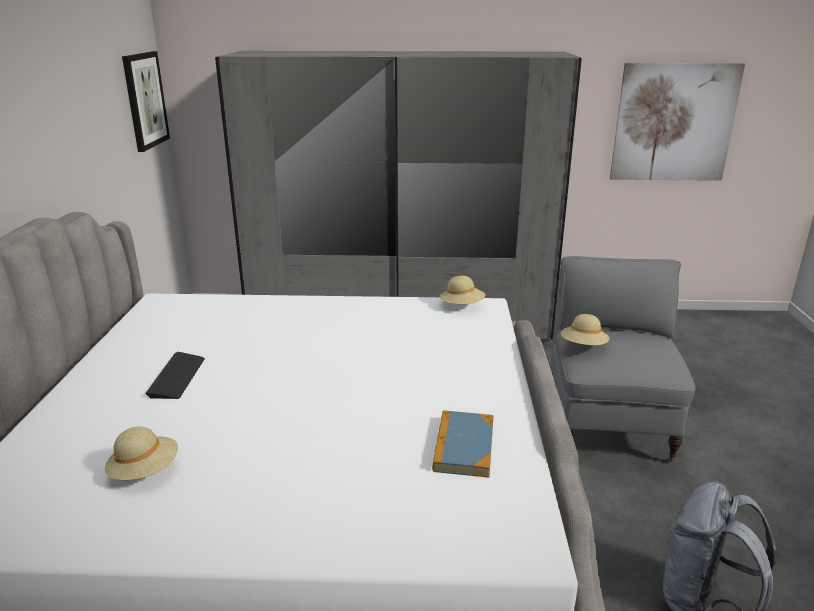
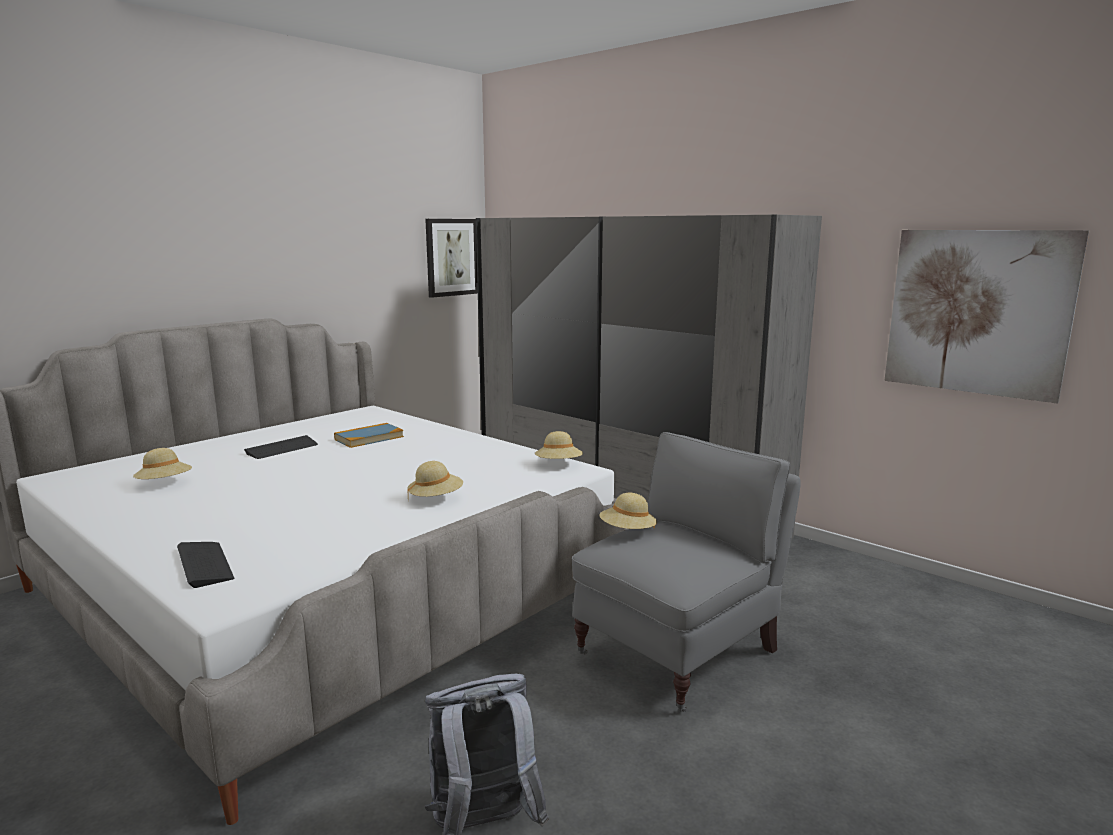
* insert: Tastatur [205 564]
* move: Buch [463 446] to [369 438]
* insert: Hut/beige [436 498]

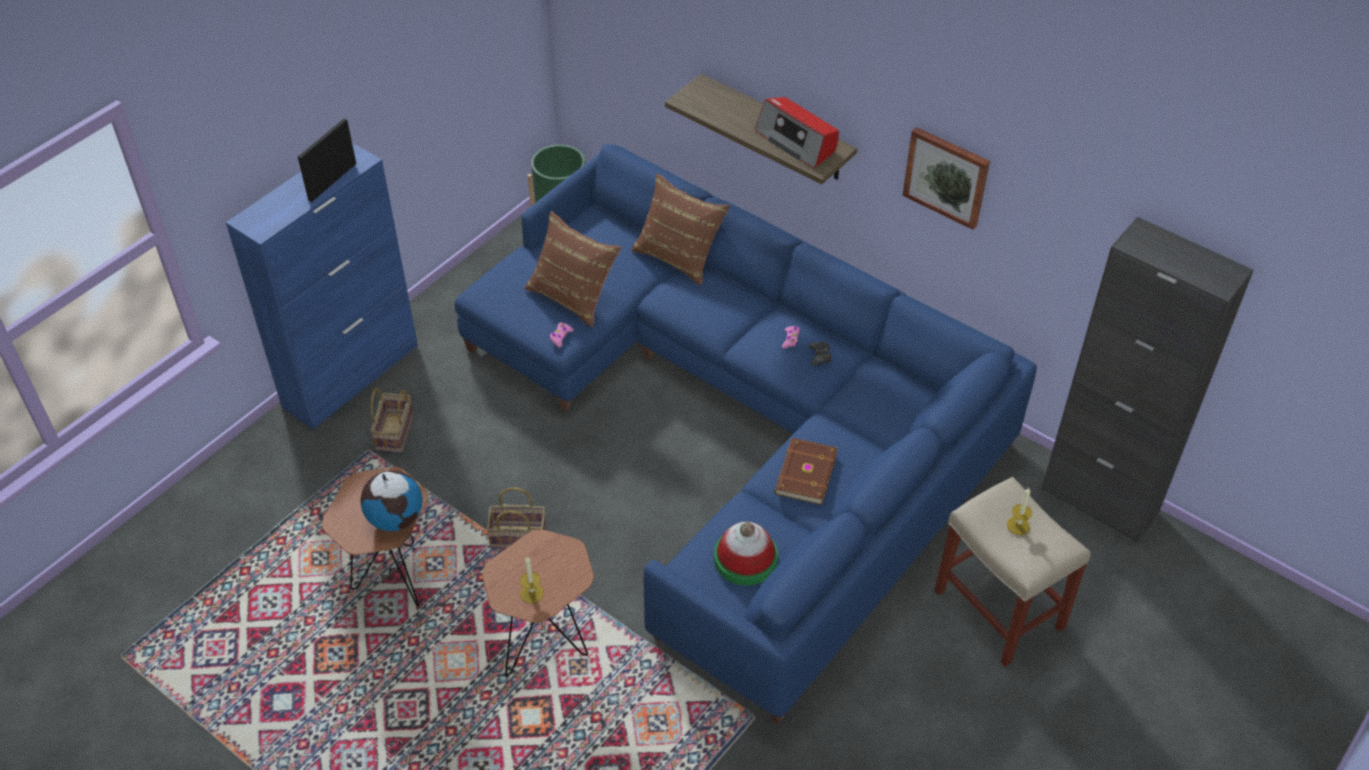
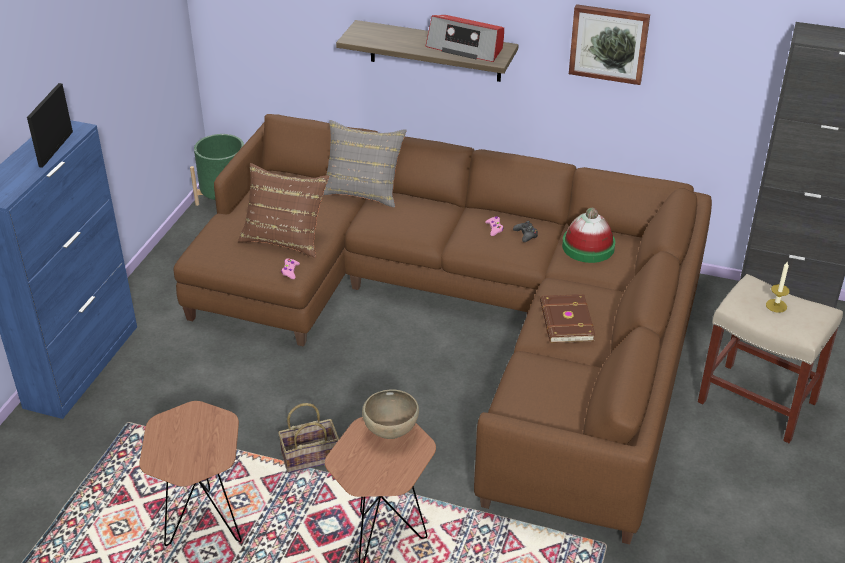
* recolor: Sofa/blau [744 423] to Sofa/braun [467 318]
* recolor: Kissen/braun [679 255] to Kissen/grau [363 190]
* insert: Schüssel/braun [391 432]
* move: Hut [745 559] to [588 247]
* delete: Globus [396 518]
* delete: Korb [395 434]
* delete: Kerze [532 593]

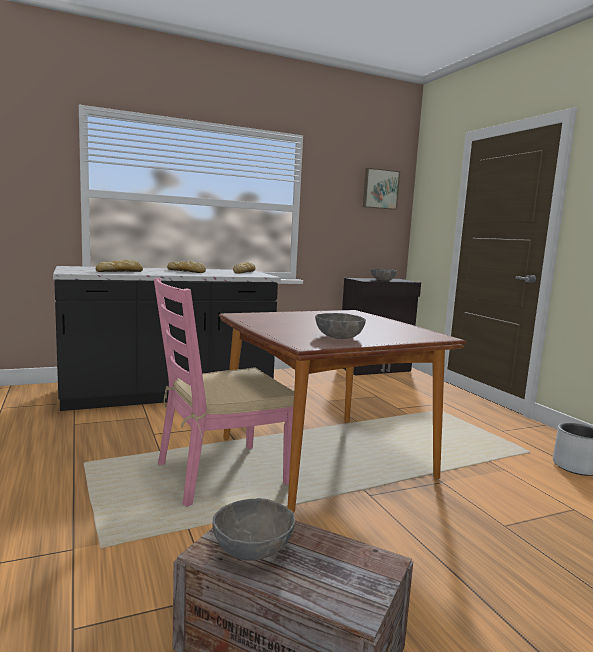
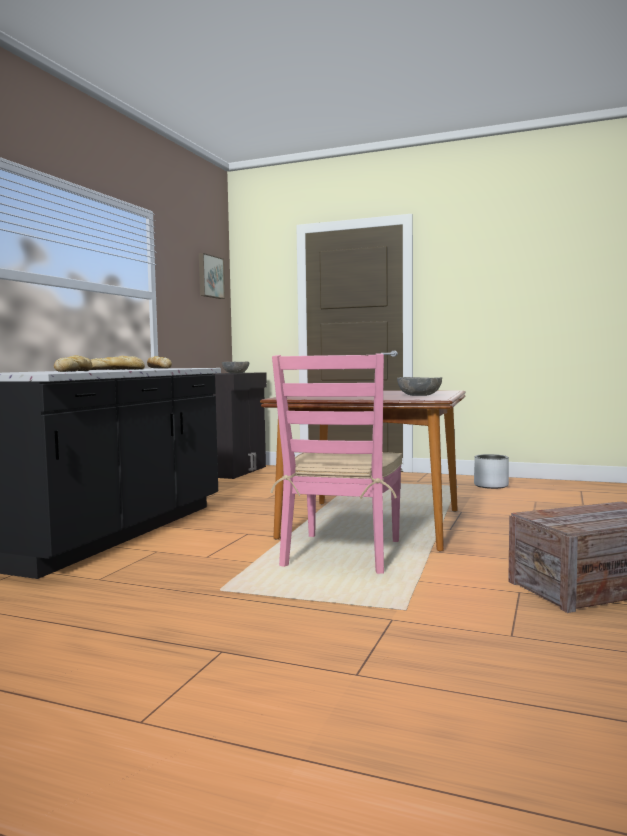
* delete: Schüssel/grau [253 548]

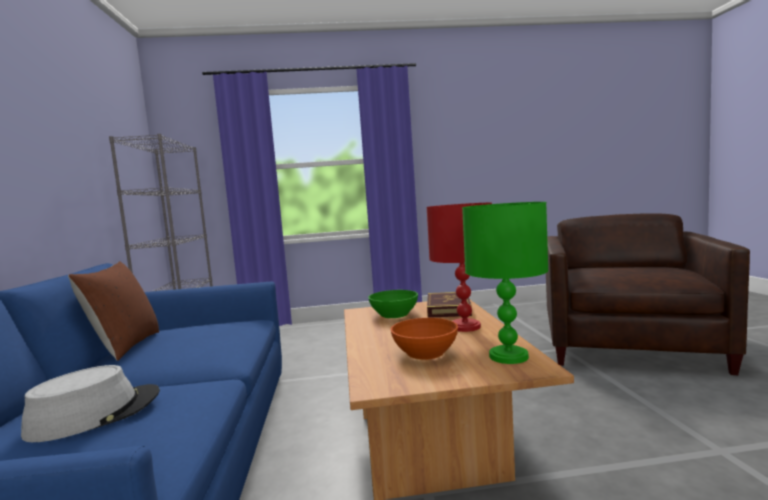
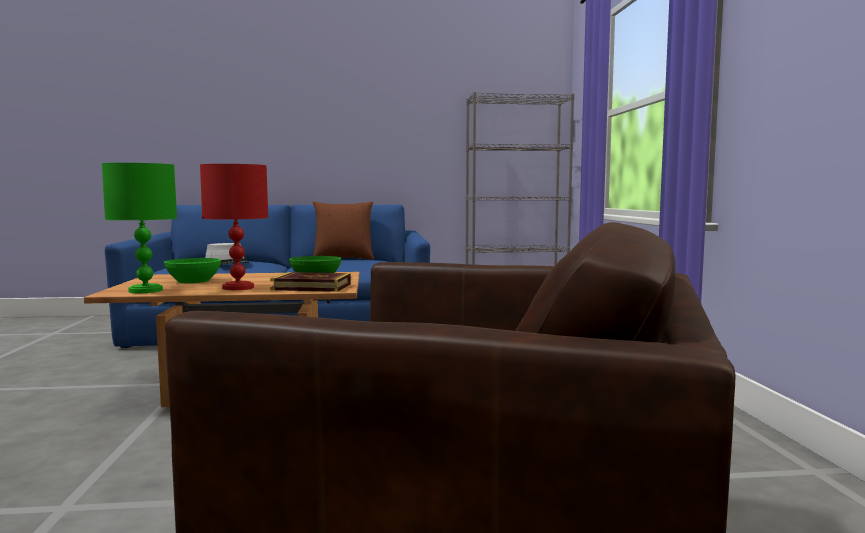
* recolor: Schüssel/orange [425 352] to Schüssel/grün [194 281]

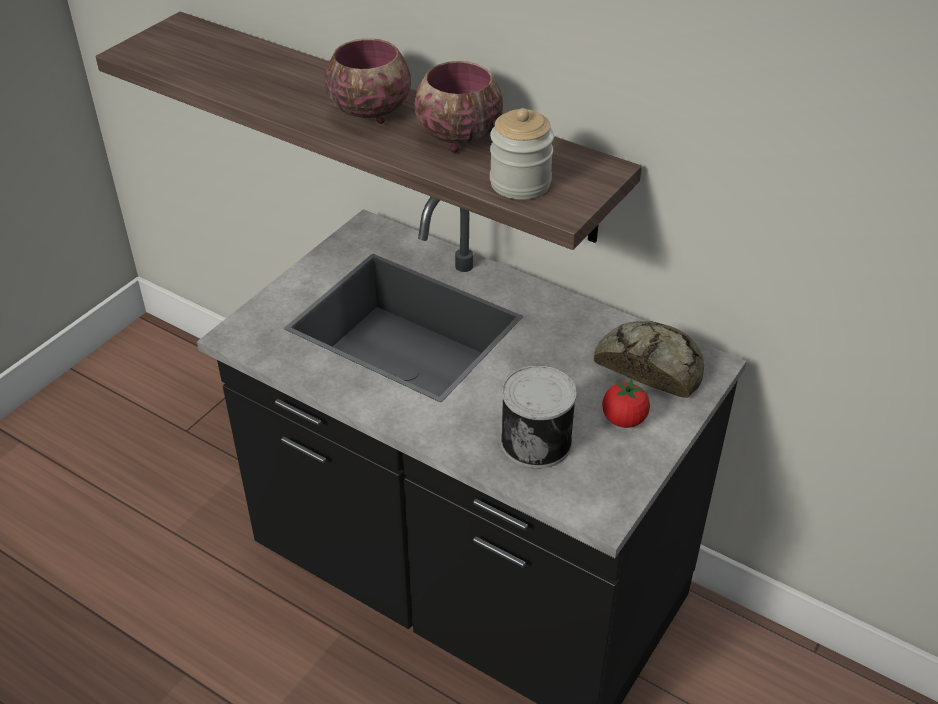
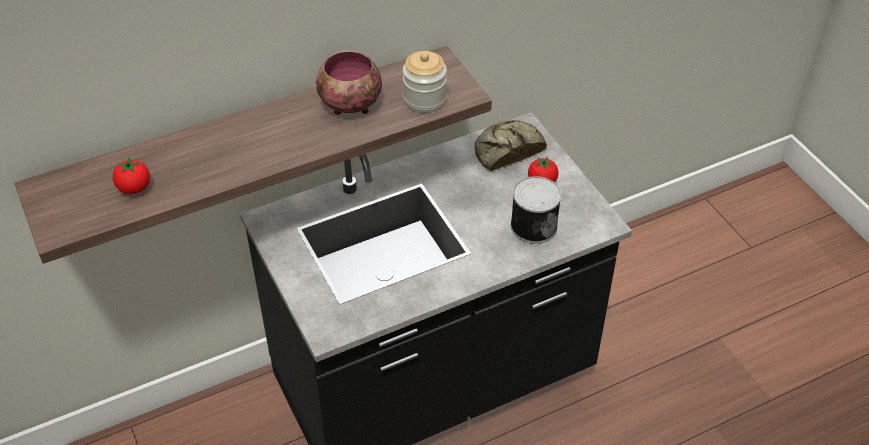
* insert: Tomate [134 188]
* delete: Schüssel [370 112]

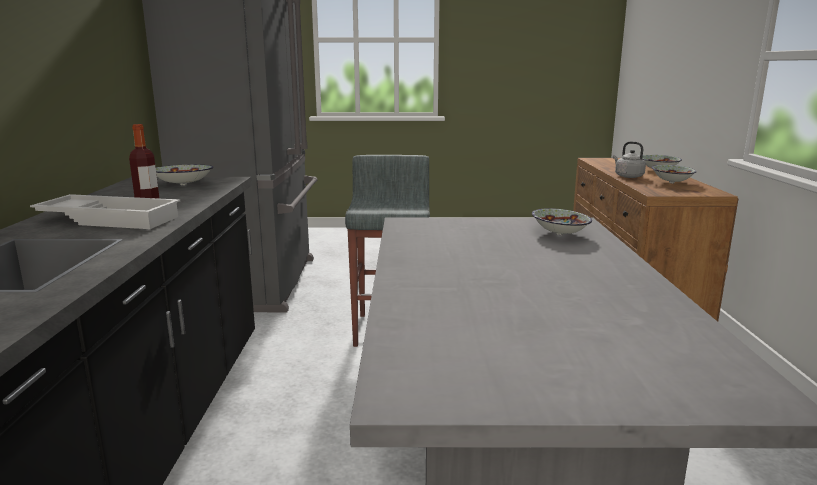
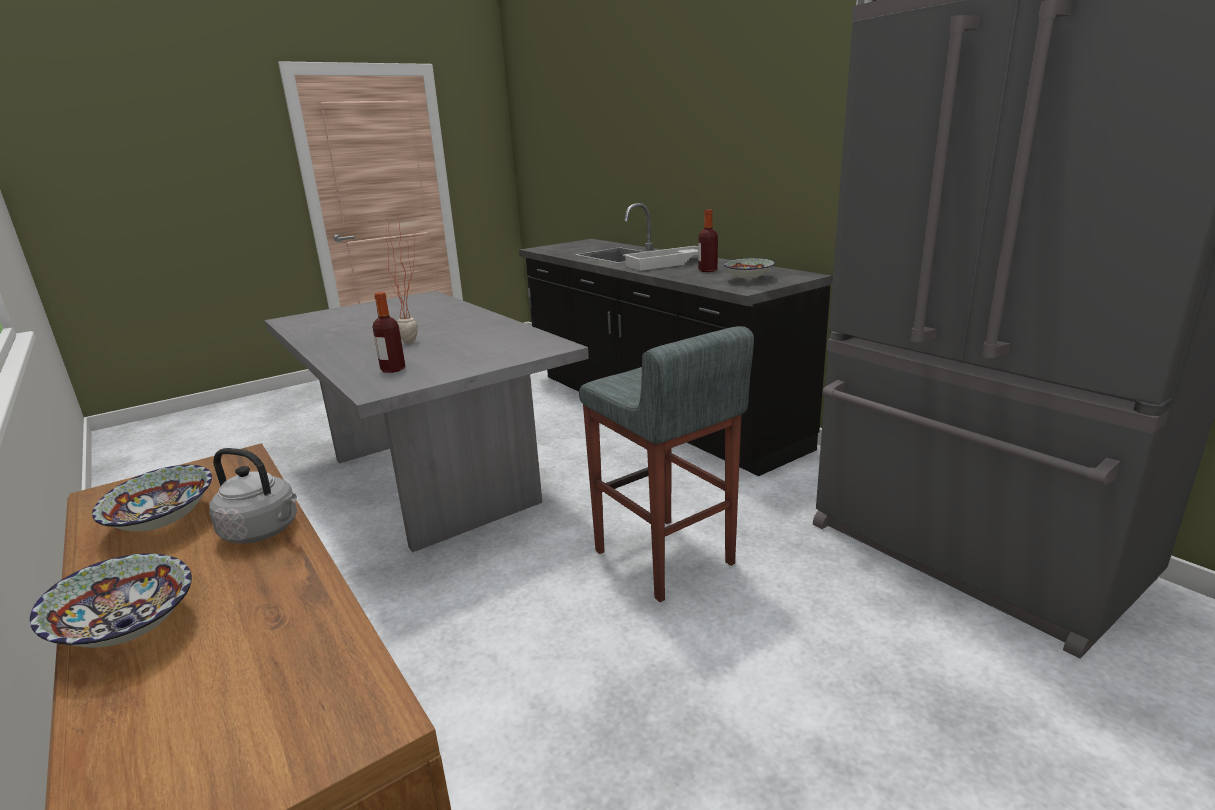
* replace: Schüssel [559 234] to Flasche [393 369]
* insert: Topfpflanze [415 342]

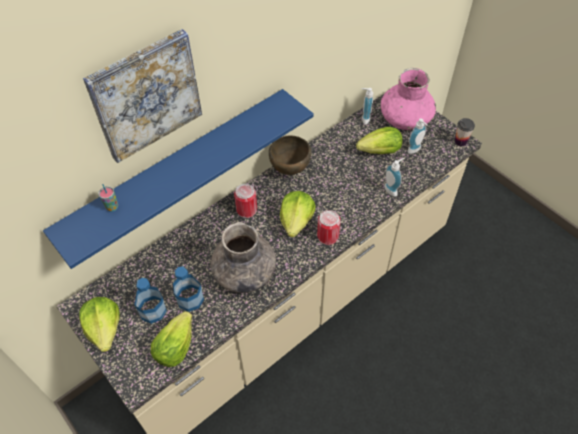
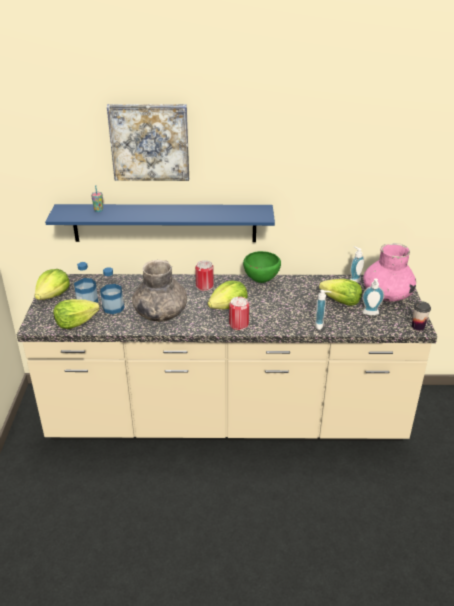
* recolor: Schüssel/braun [290 169] to Schüssel/grün [261 281]

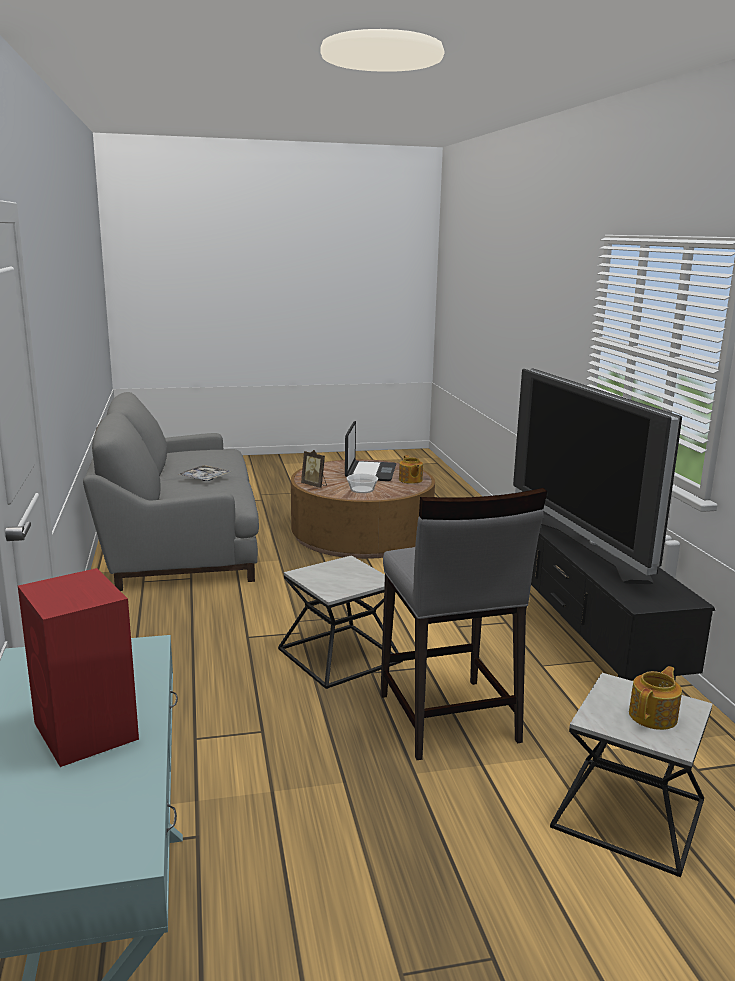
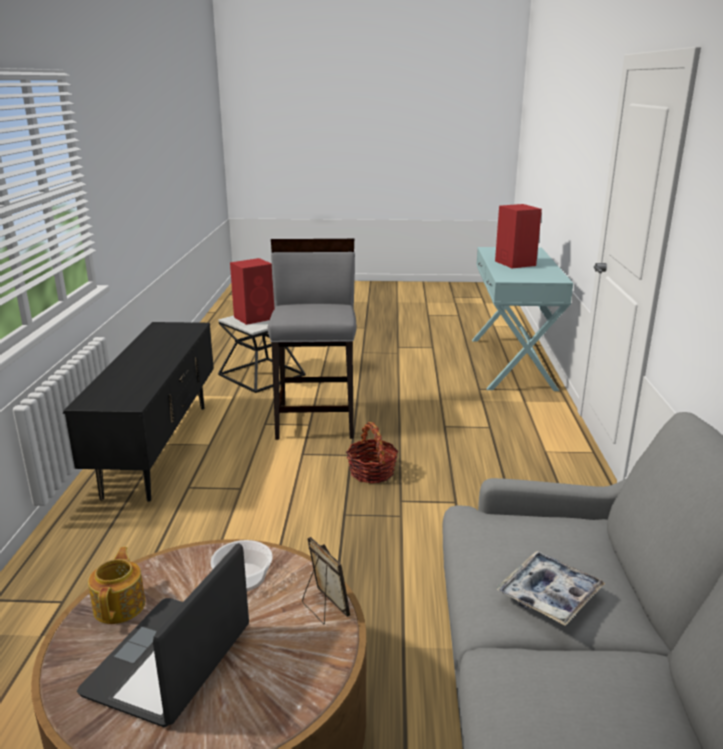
* replace: Teekanne [654 716] to Lautsprecher/rot [255 317]
* replace: Beistelltisch [339 655] to Korb [372 472]
* delete: Fernseher [587 547]

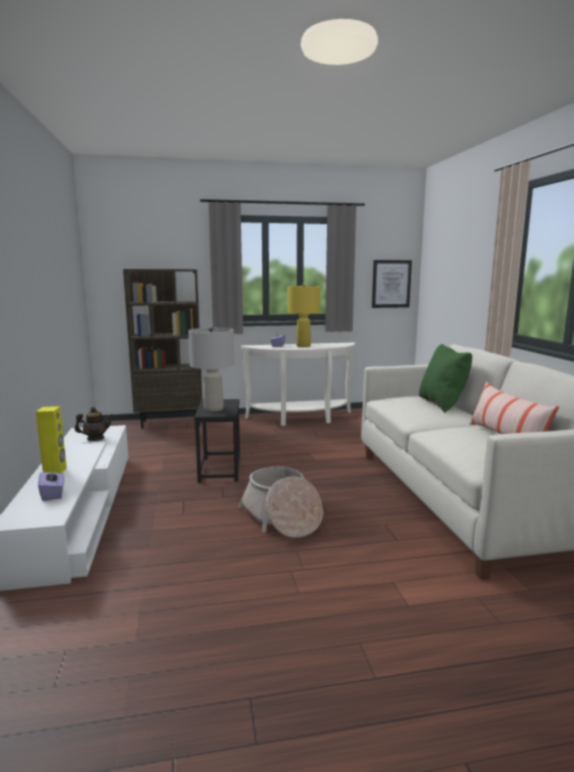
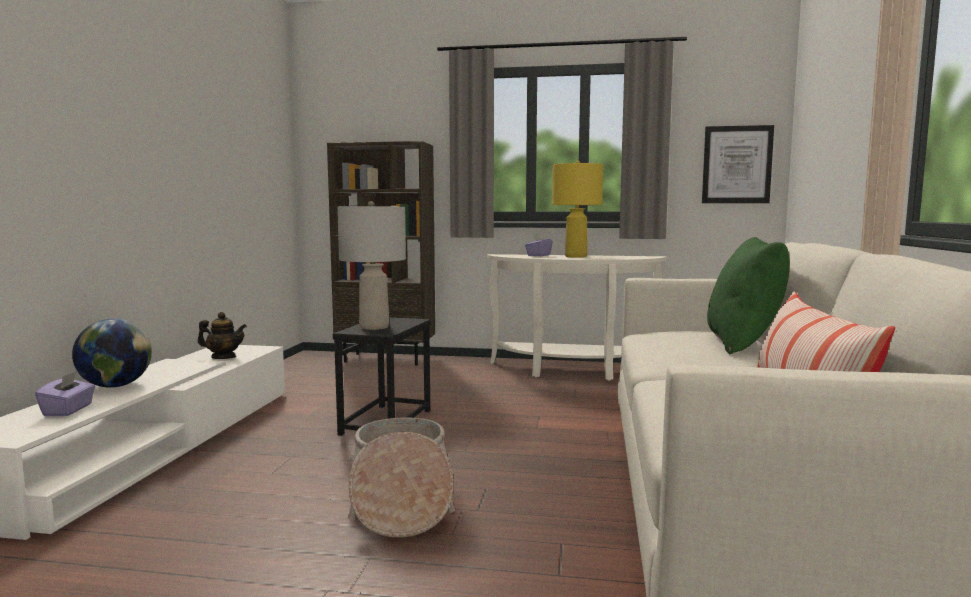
* replace: Lautsprecher/gelb [55 471] to Globus [115 386]

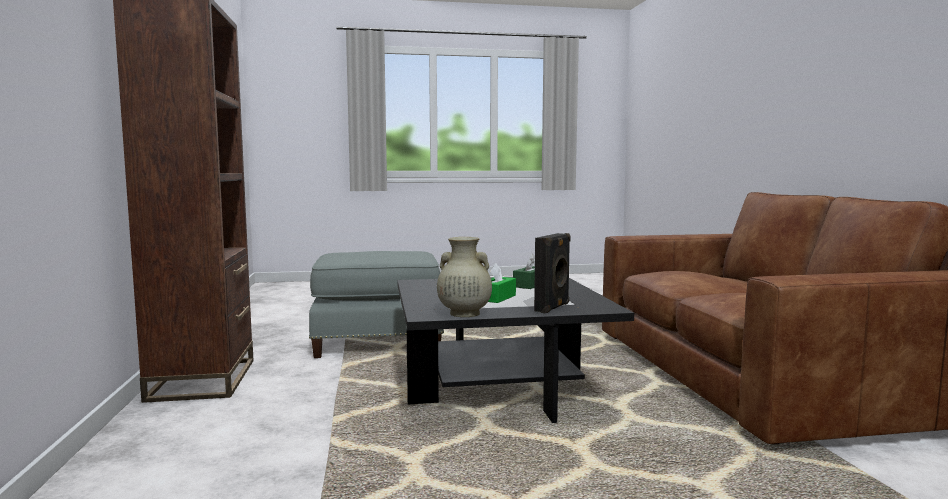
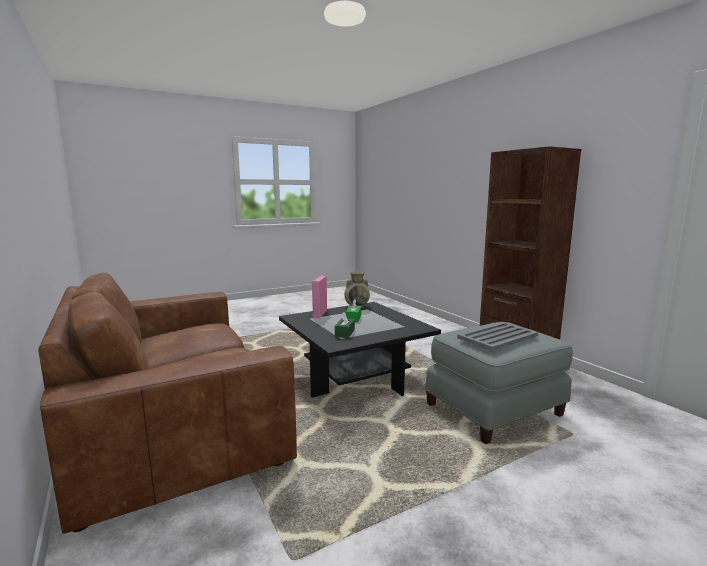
* recolor: Lautsprecher/schwarz [553 307] to Lautsprecher/rosa [319 314]
* insert: Tablett/grau [497 337]

